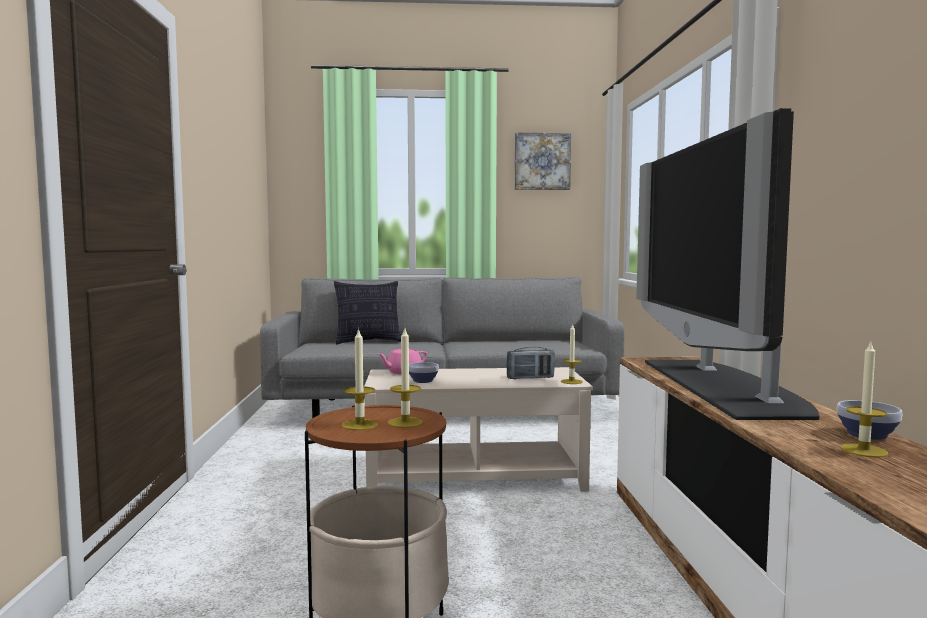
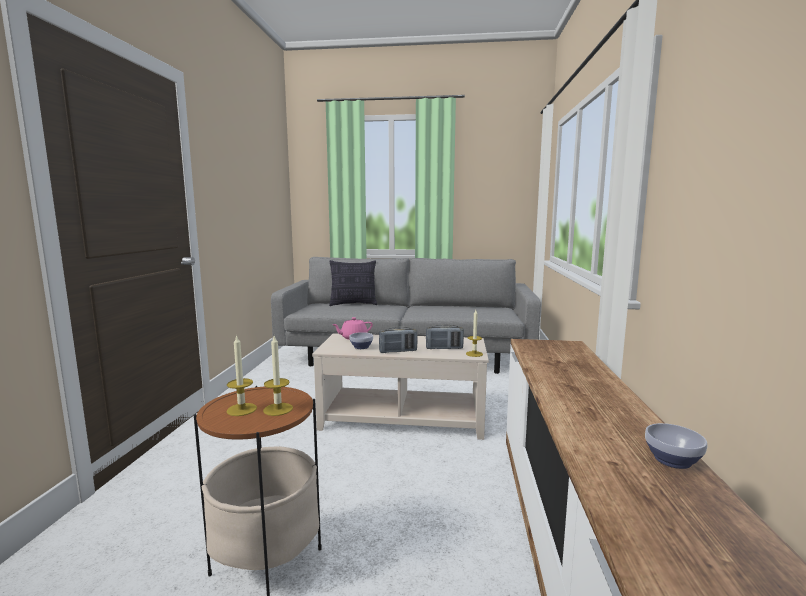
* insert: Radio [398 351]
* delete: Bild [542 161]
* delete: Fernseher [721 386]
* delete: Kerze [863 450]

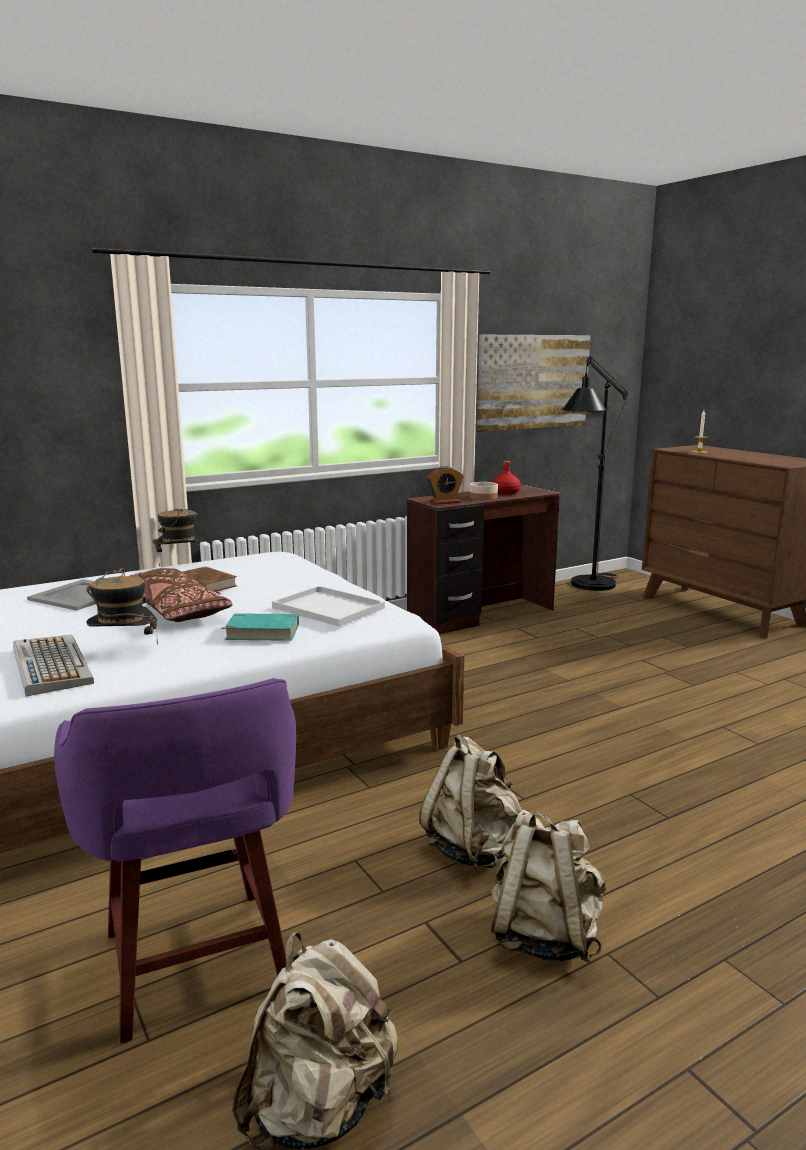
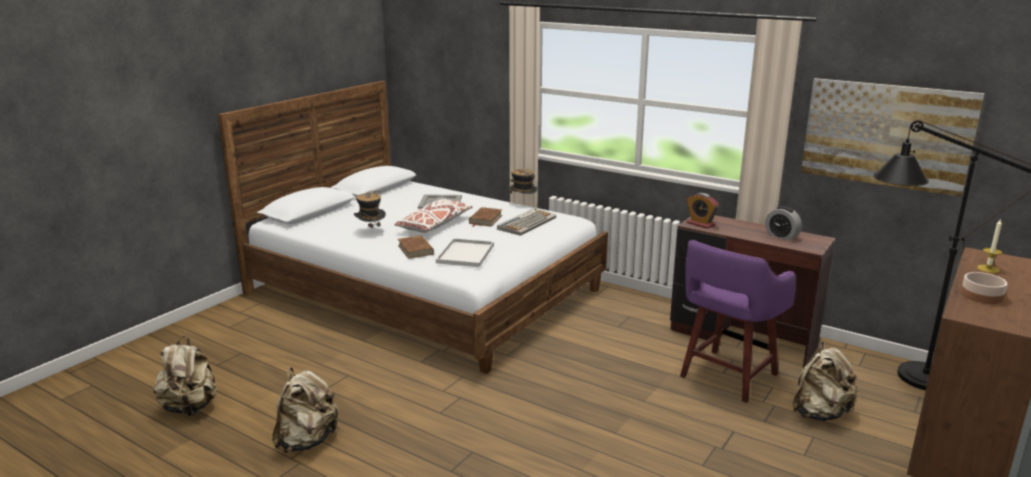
* recolor: Kissen/braun [174 610] to Kissen/weiß [434 225]
* recolor: Buch/türkis [262 632] to Buch/braun [415 249]
* move: Tastatur [50 665] to [527 223]
* move: Hocker/lila [197 966] to [727 377]
* replace: Flasche/rot [505 492] to Wecker [781 236]
* move: Rucksack/beige [473 848] to [819 413]
* move: Schüssel [483 497] to [982 295]

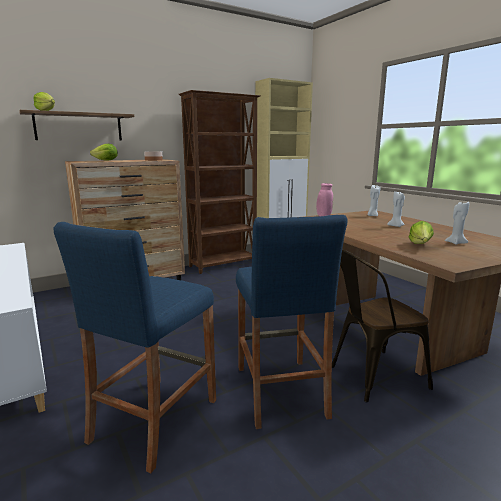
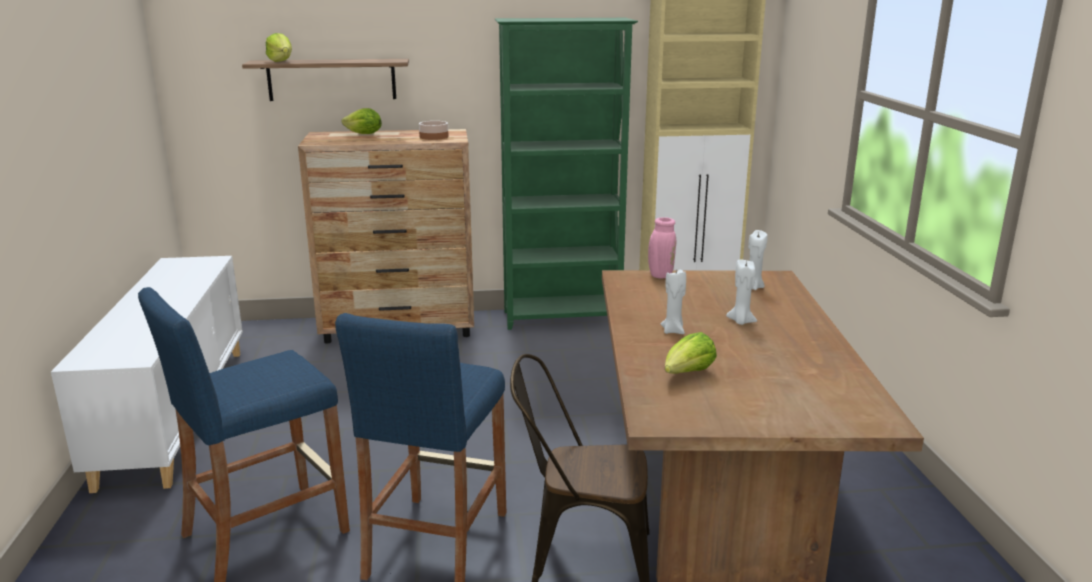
* recolor: Bücherregal/braun [224 265] to Bücherregal/grün [563 318]
* move: Kerze/weiß [455 243] to [673 331]

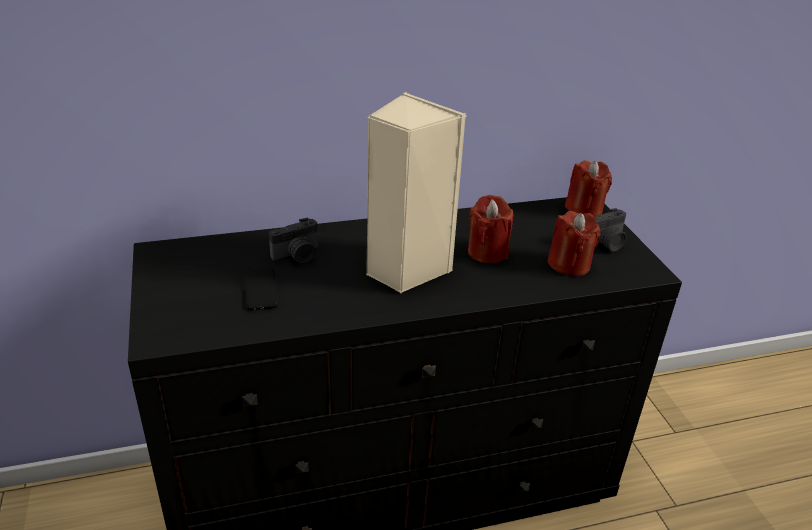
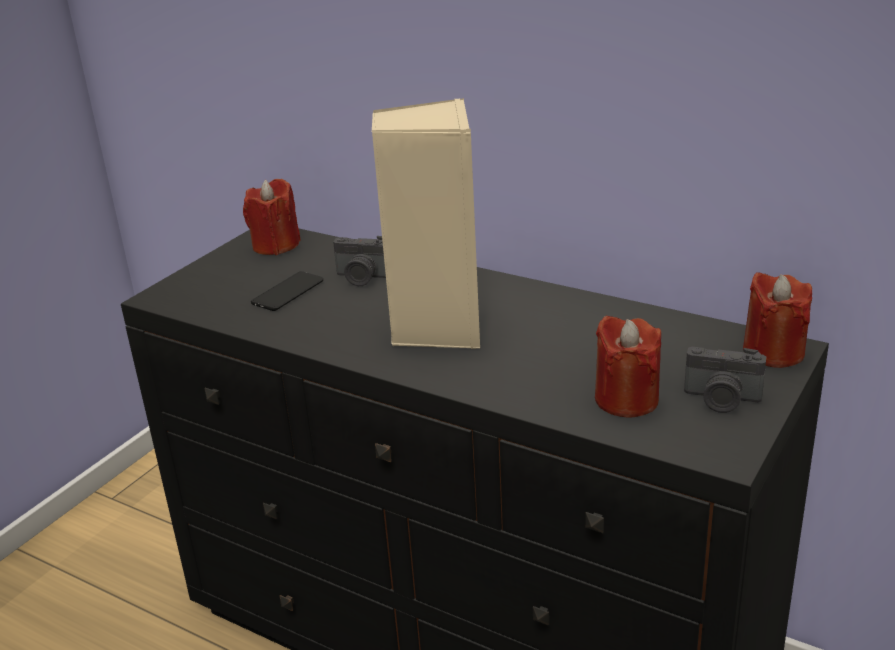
* move: Kerze/rot [487 252] to [276 245]

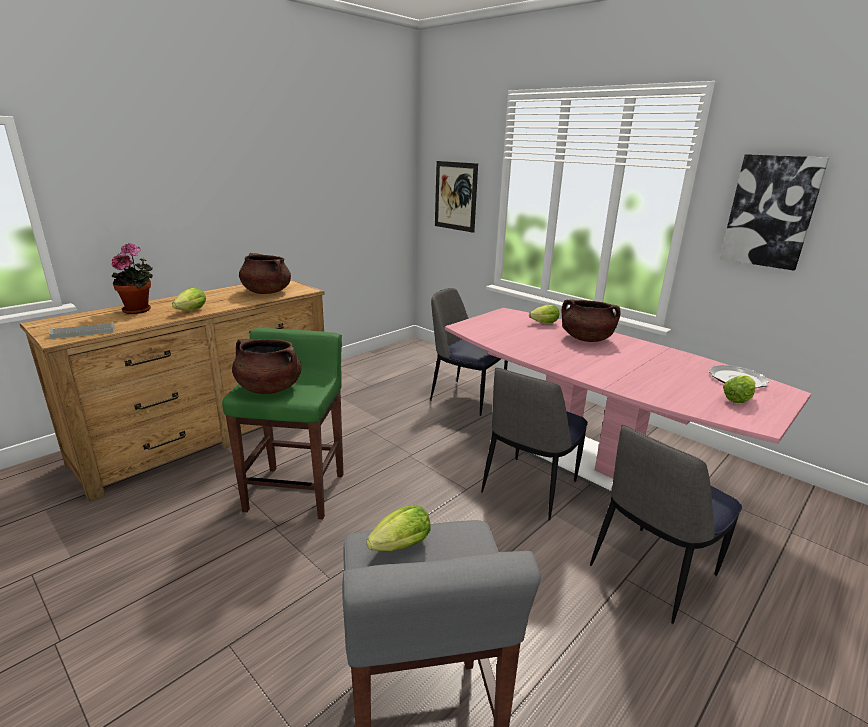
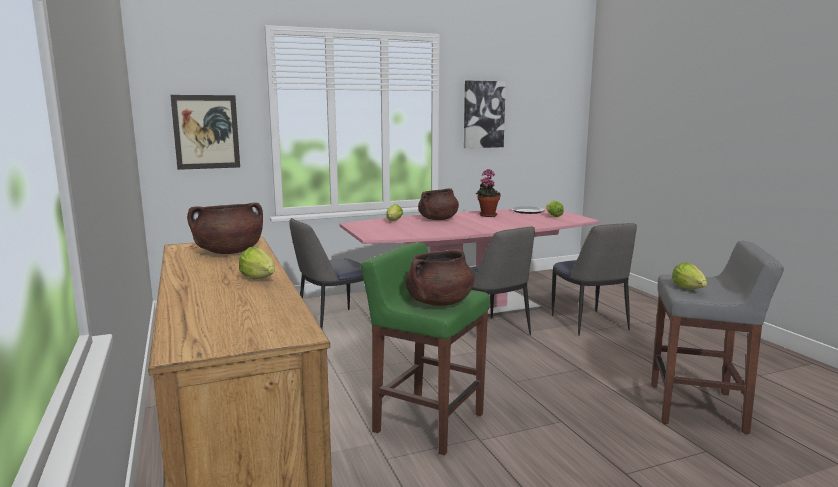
* move: Topfpflanze [139 310] to [487 215]
* delete: Tablett/grau [83 333]

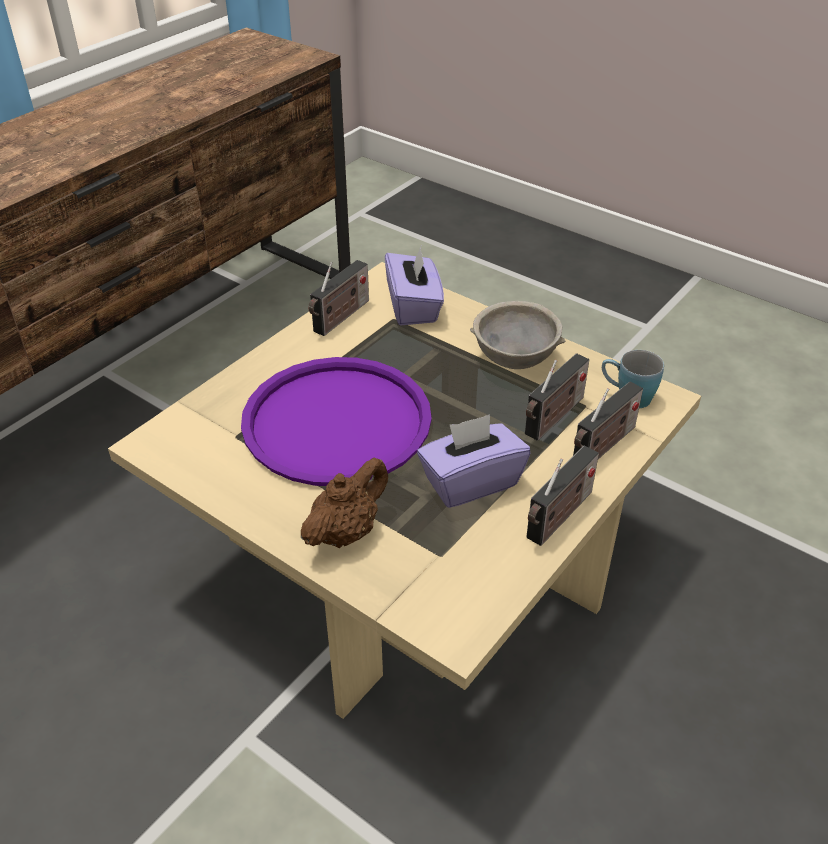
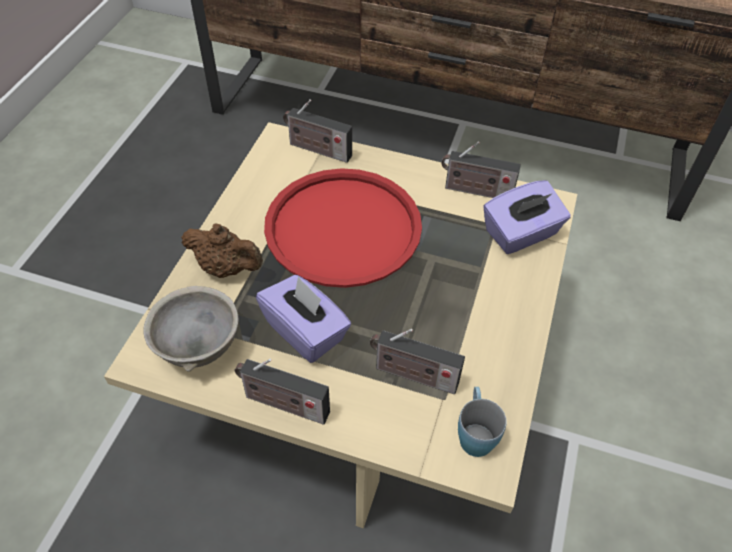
* move: Schüssel/grau [515 361] to [197 347]
* recolor: Tablett/lila [336 422] to Tablett/rot [343 228]
* move: Radio [602 447] to [317 150]

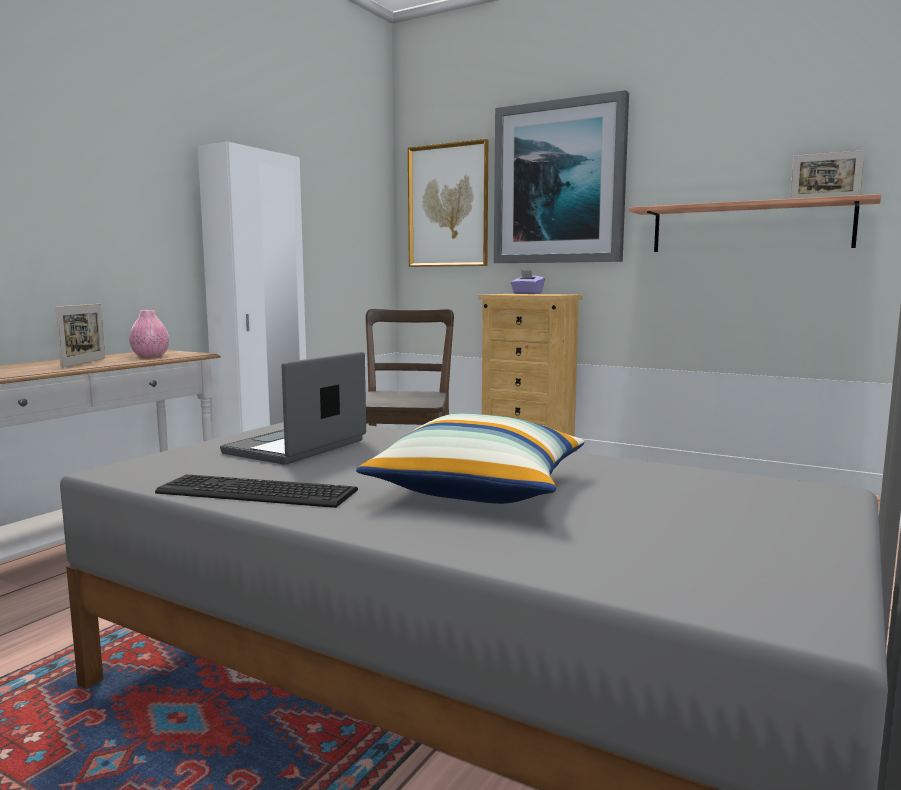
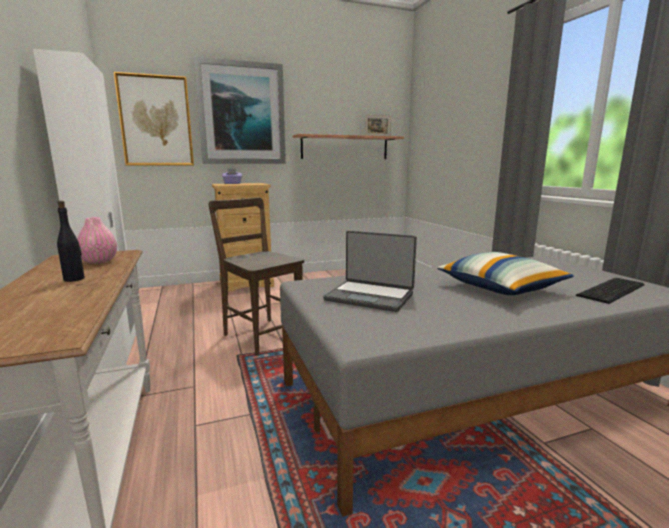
* replace: Bilderrahmen [84 362] to Flasche/schwarz [74 279]
* rotate: Laptop [298 447] = [370 296] 45 degrees counterclockwise
* move: Tastatur [257 493] to [613 290]

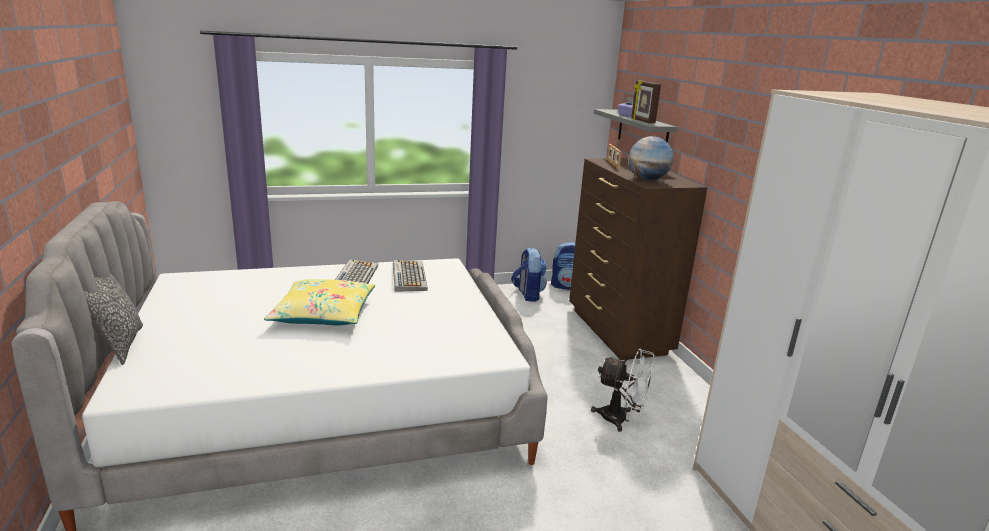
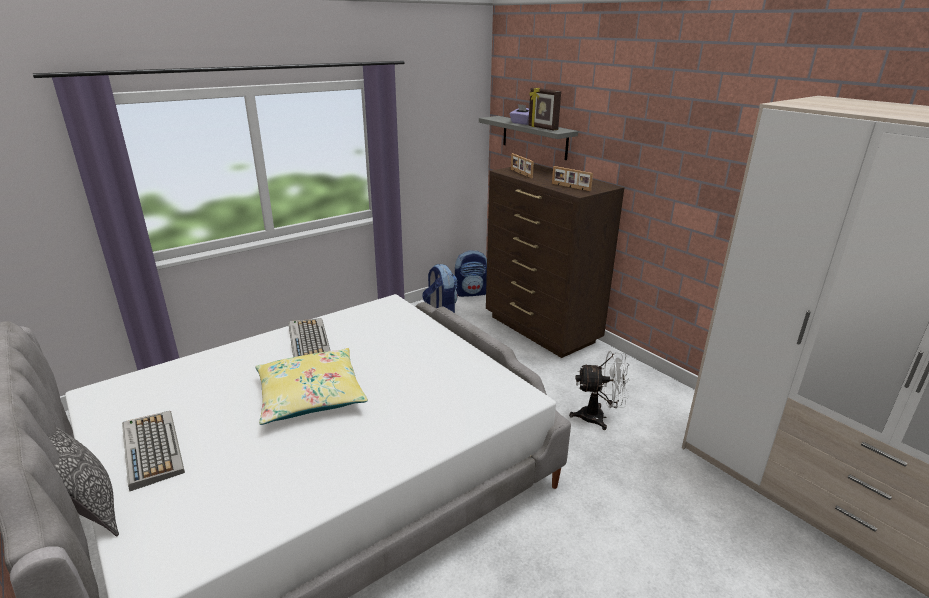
* move: Tastatur [408 277] to [151 449]
* replace: Globus [648 180] to Bilderrahmen [570 187]

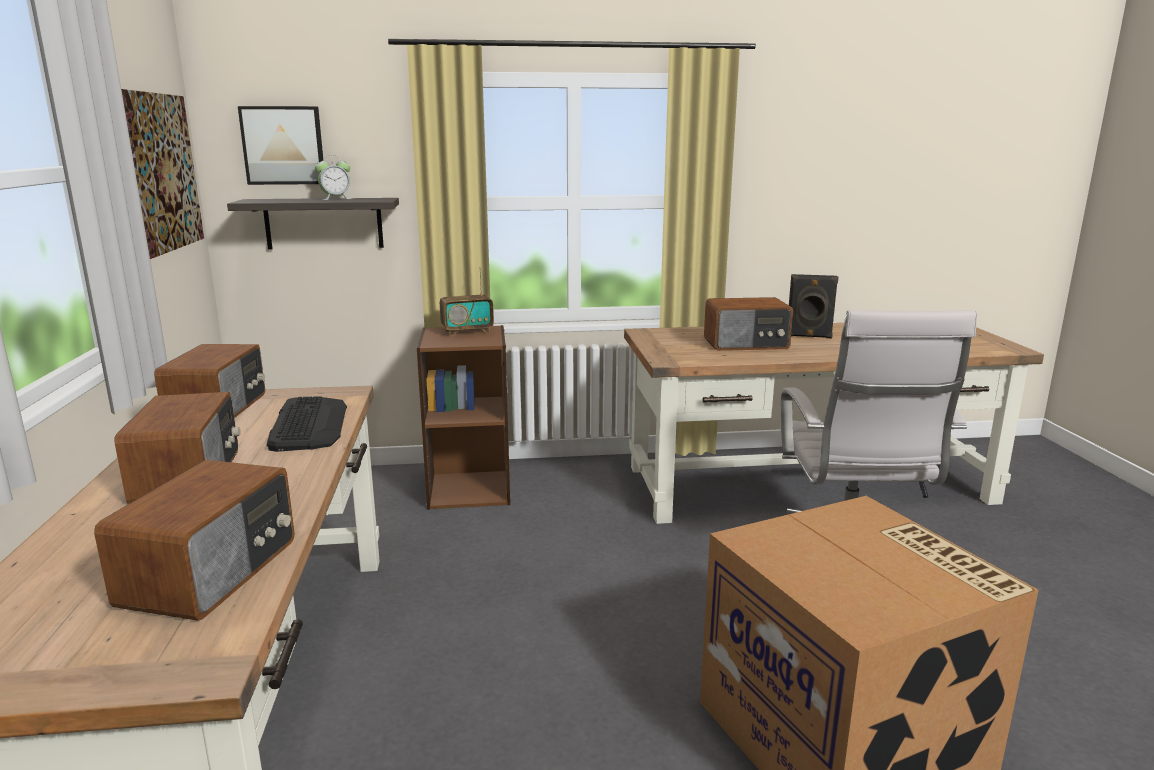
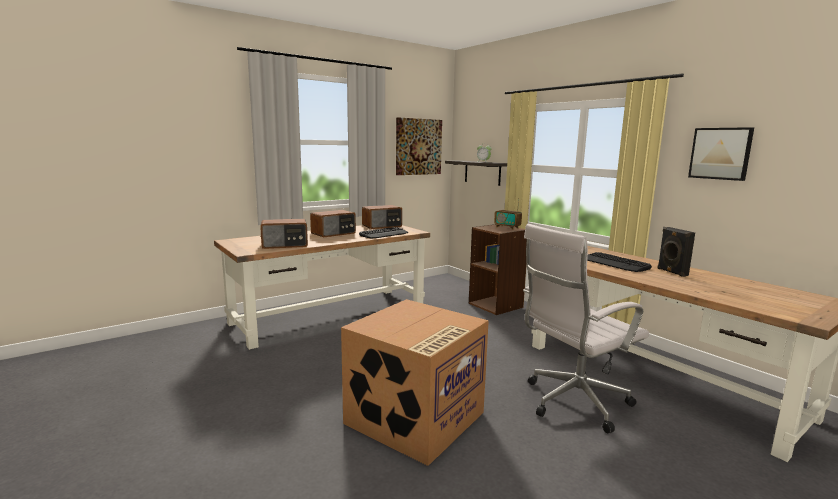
* replace: Radio [746 344] to Tastatur [615 263]
* move: Bild [283 145] to [720 153]

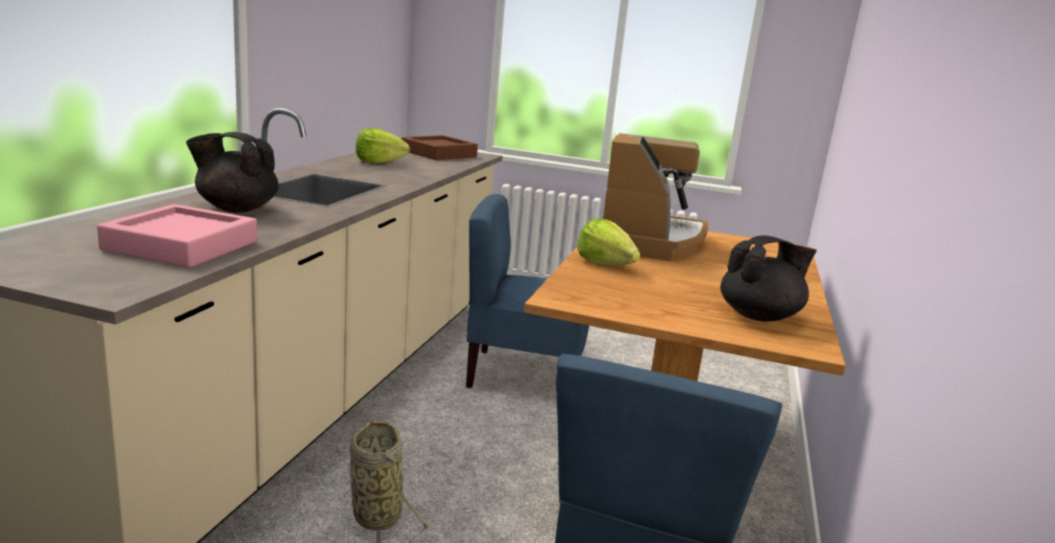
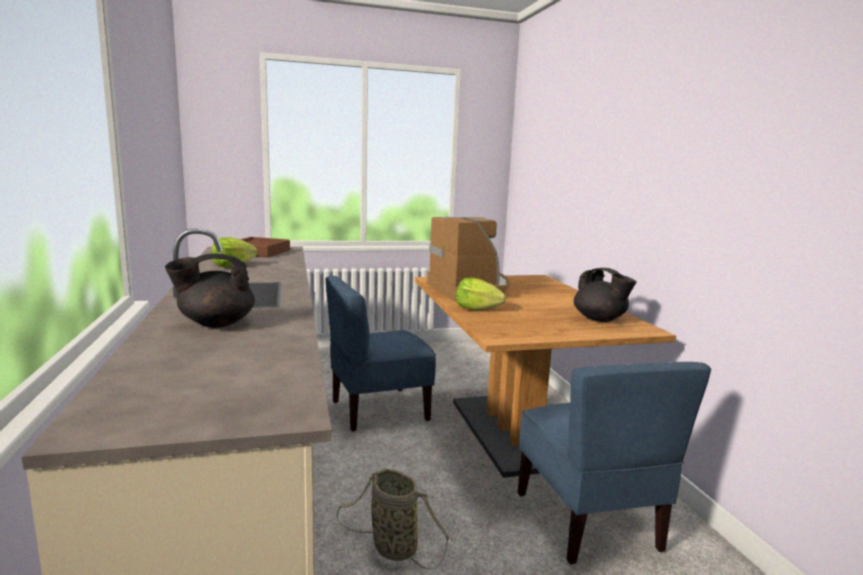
* rotate: Teekanne/schwarz [760 316] = [600 319] 105 degrees clockwise
* delete: Tablett/rosa [182 246]

